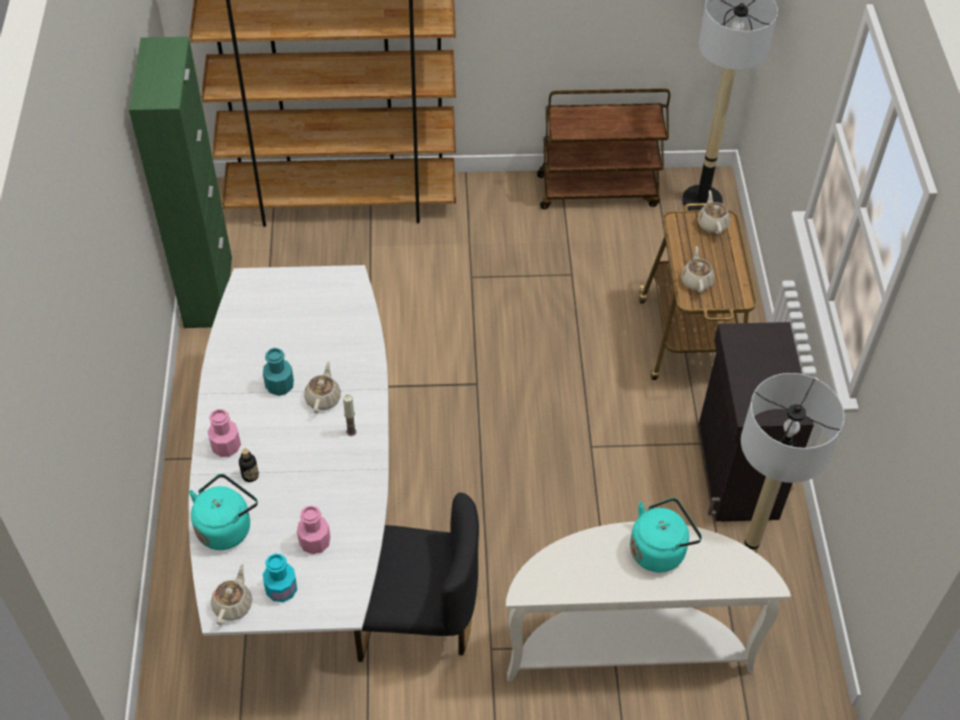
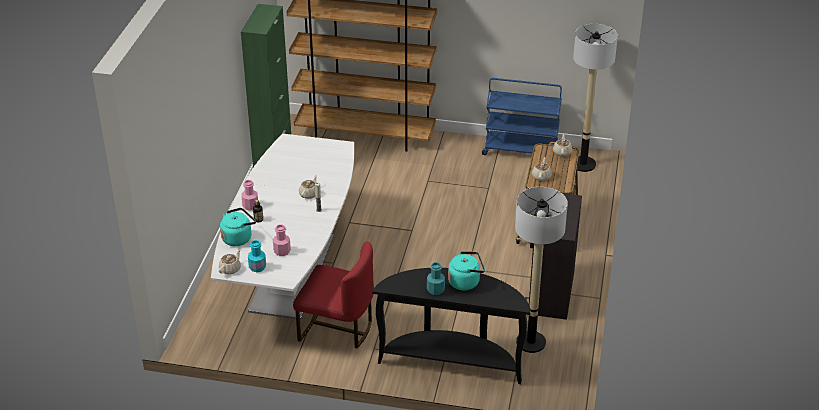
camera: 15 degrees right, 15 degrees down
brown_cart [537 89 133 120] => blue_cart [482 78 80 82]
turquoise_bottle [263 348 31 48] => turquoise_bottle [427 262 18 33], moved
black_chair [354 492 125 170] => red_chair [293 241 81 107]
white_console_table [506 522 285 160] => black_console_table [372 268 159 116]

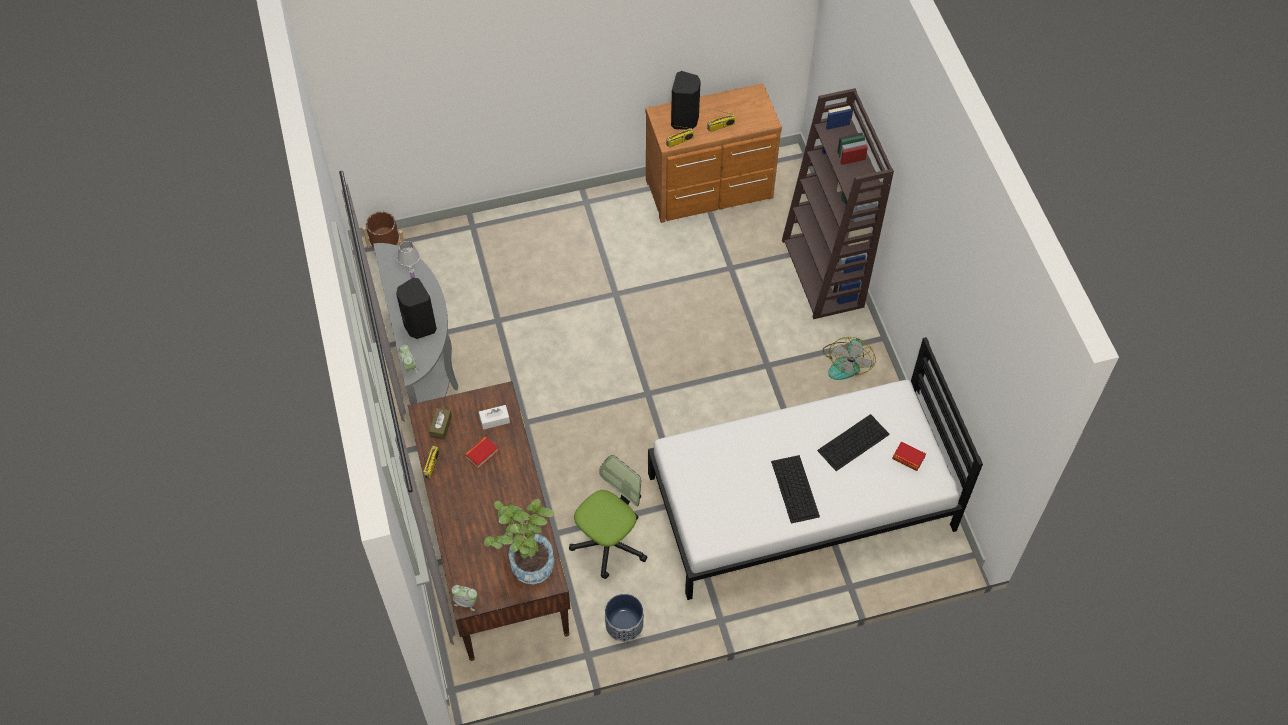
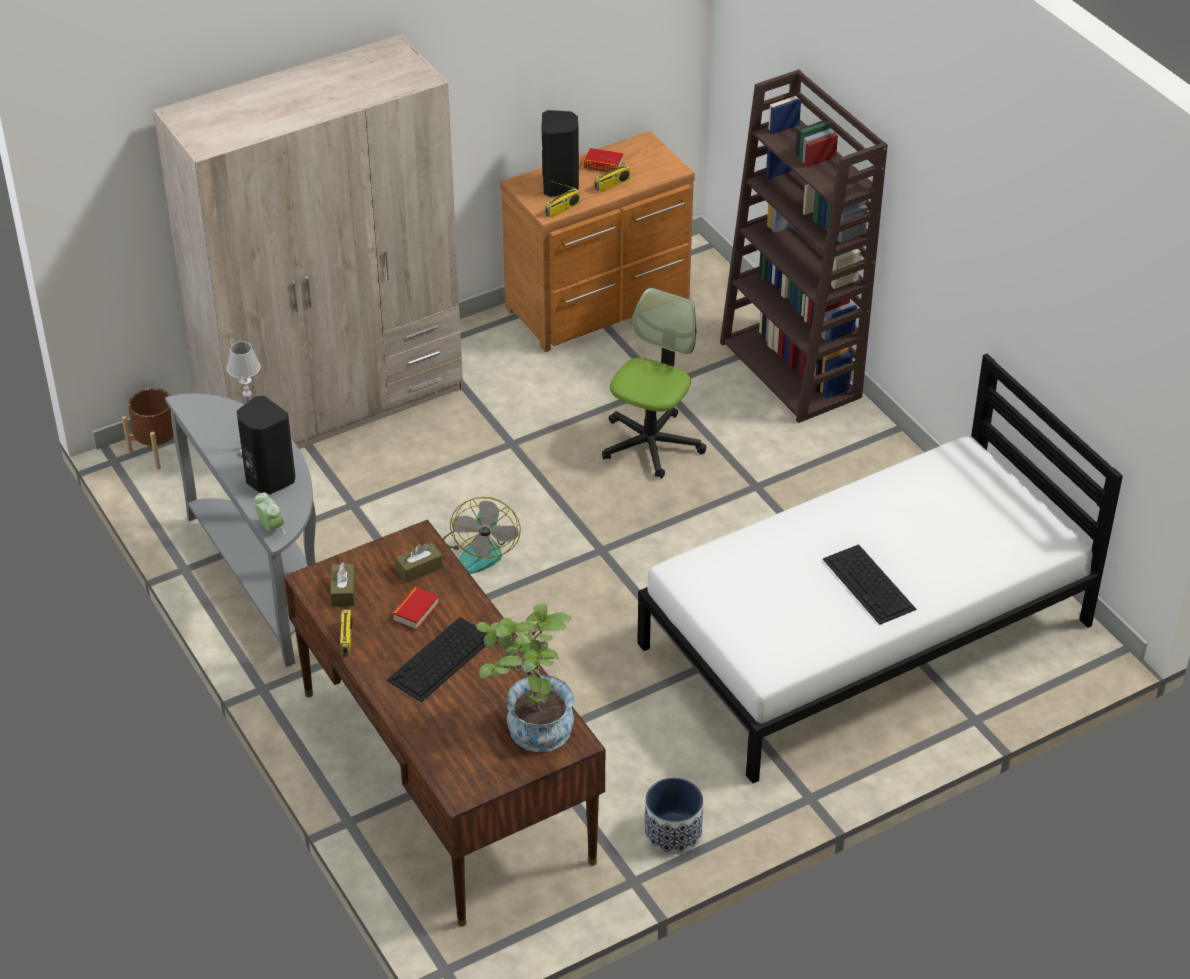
camera: 15 degrees left, 15 degrees down
fan [823 337 53 43] => fan [443 497 78 77], moved
white_tissue_box [479 405 31 25] => brown_tissue_box [395 542 48 41]
keyboard [817 414 73 57] => keyboard [387 617 100 85], moved
book [892 441 34 30] => book [584 148 39 24], moved
office_chair [569 455 78 124] => office_chair [602 287 104 191], moved
alarm_clock [451 585 26 26] => nothing
nothing => beige_wardrobe [153 34 310 415]

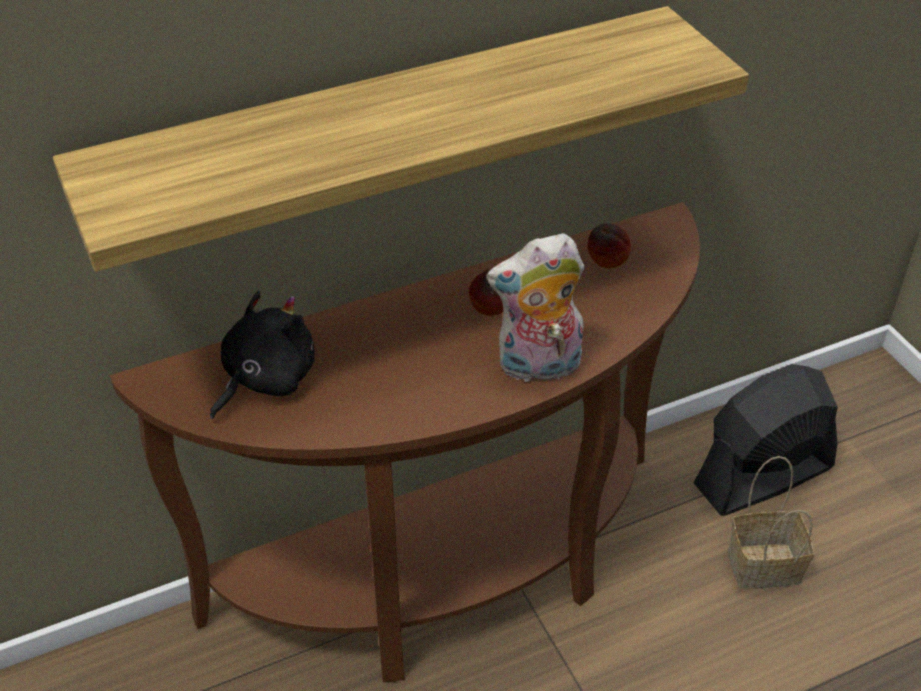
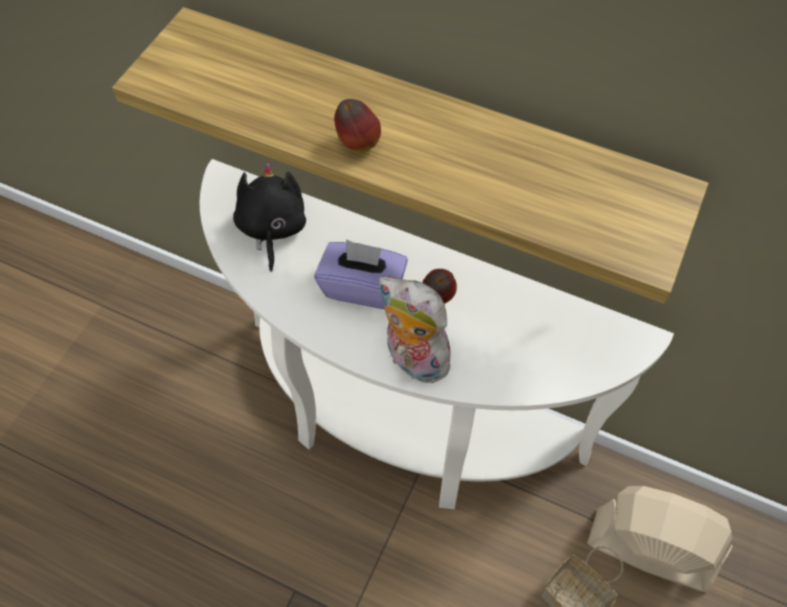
camera: 50 degrees right, 15 degrees up
brown_console_table [110 202 590 480] => white_console_table [200 159 474 350]
apple [587 223 44 46] => apple [334 99 47 53], moved
black_plush_toy [210 291 105 128] => black_plush_toy [233 163 73 109], 90 degrees counterclockwise
black_fan [694 364 144 152] => beige_fan [587 486 146 107]
nothing => purple_tissue_box [314 239 94 70]

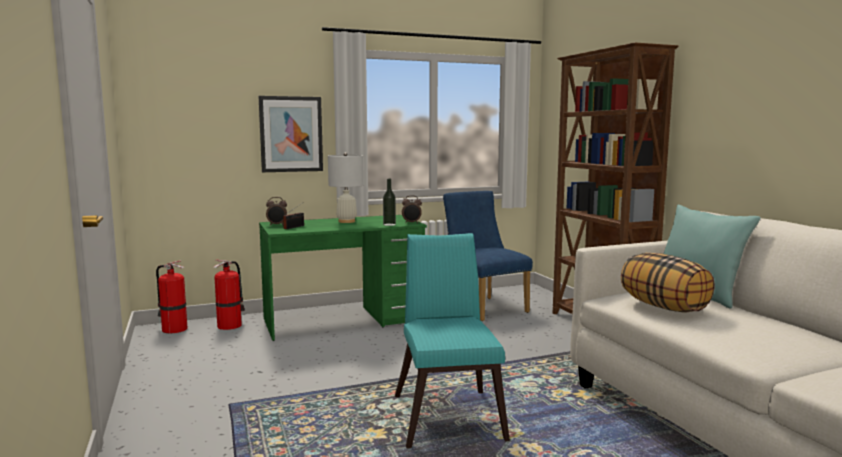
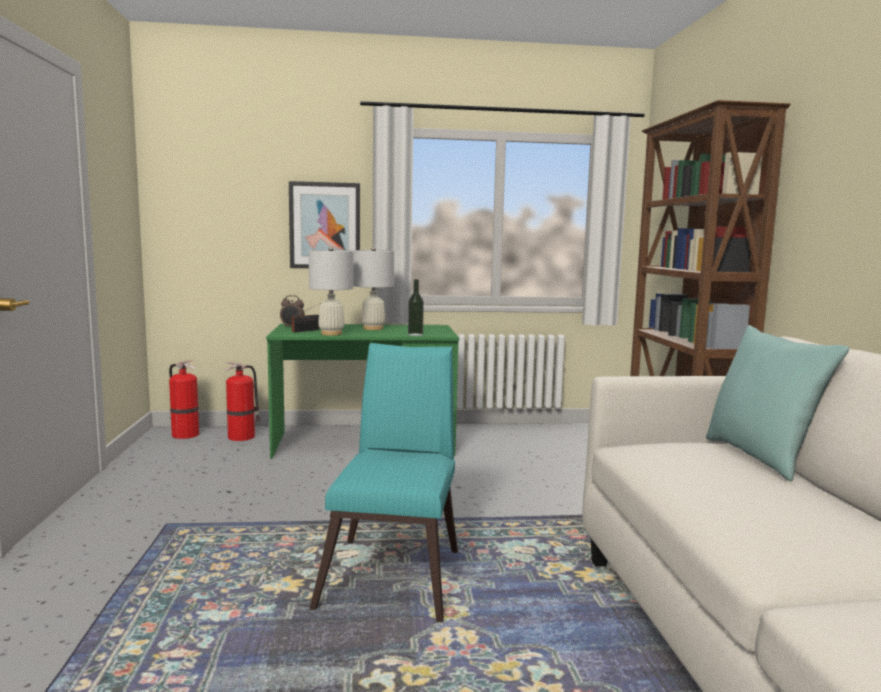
camera: 15 degrees right, 0 degrees up
blue_chair [443 191 90 130] => nothing
alarm_clock [402 195 20 29] => nothing
pillow [621 253 94 59] => nothing
nothing => white_table_lamp [309 247 44 88]

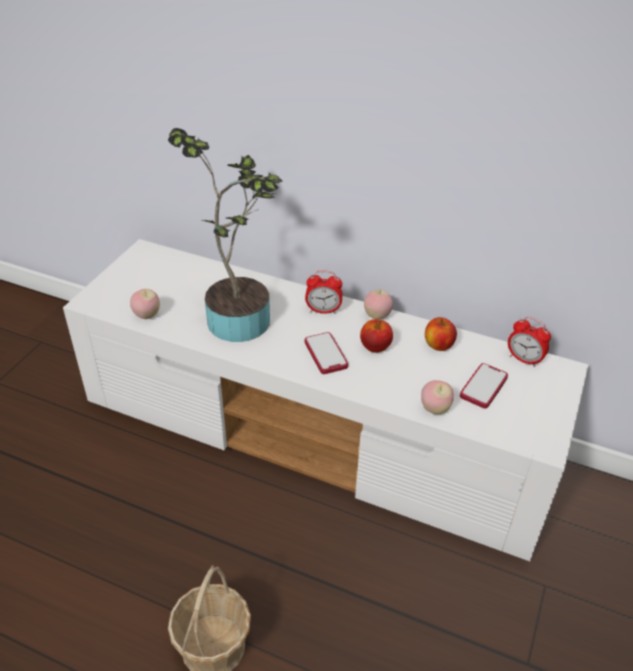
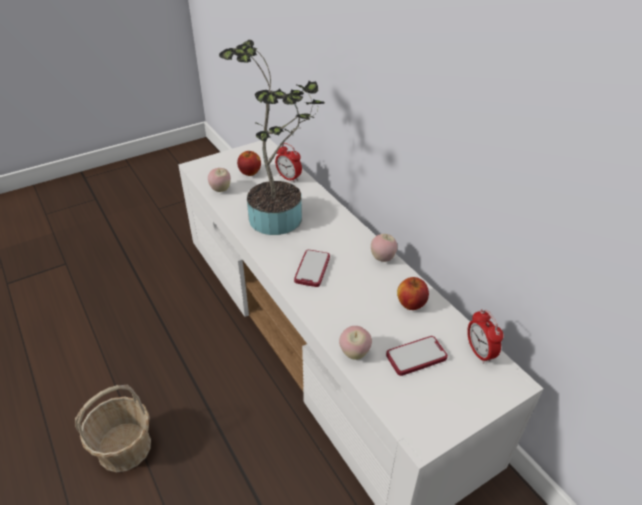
camera: 35 degrees right, 0 degrees up
alarm_clock [305 270 37 44] => alarm_clock [275 143 27 40], moved
apple [360 319 33 34] => apple [237 151 24 25], moved

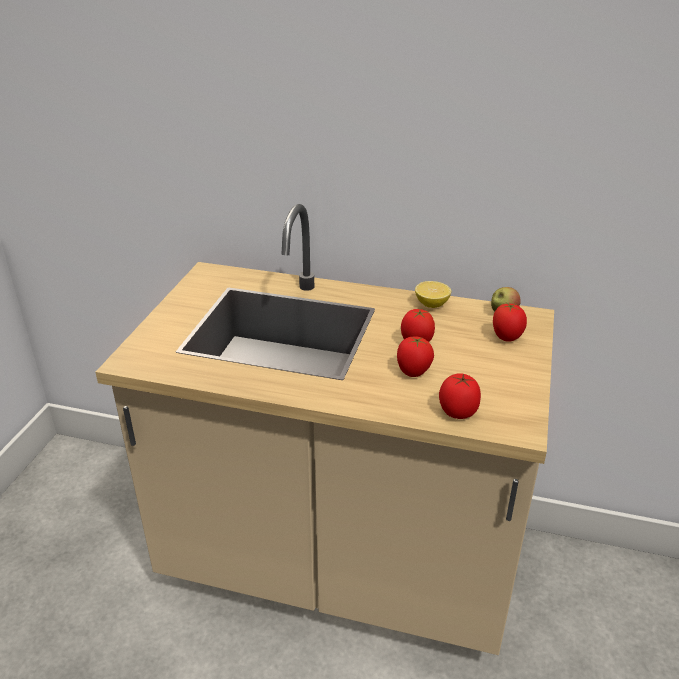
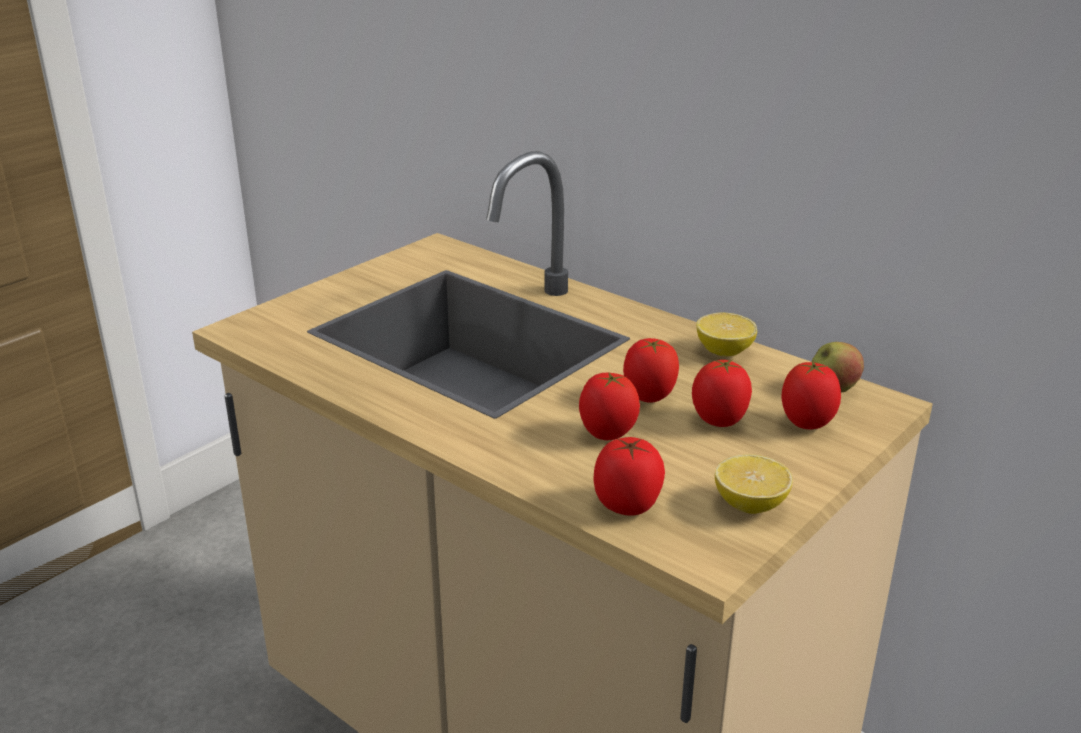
camera: 25 degrees right, 5 degrees down
nothing => tomato [692 359 60 68]
nothing => lemon [715 454 78 60]

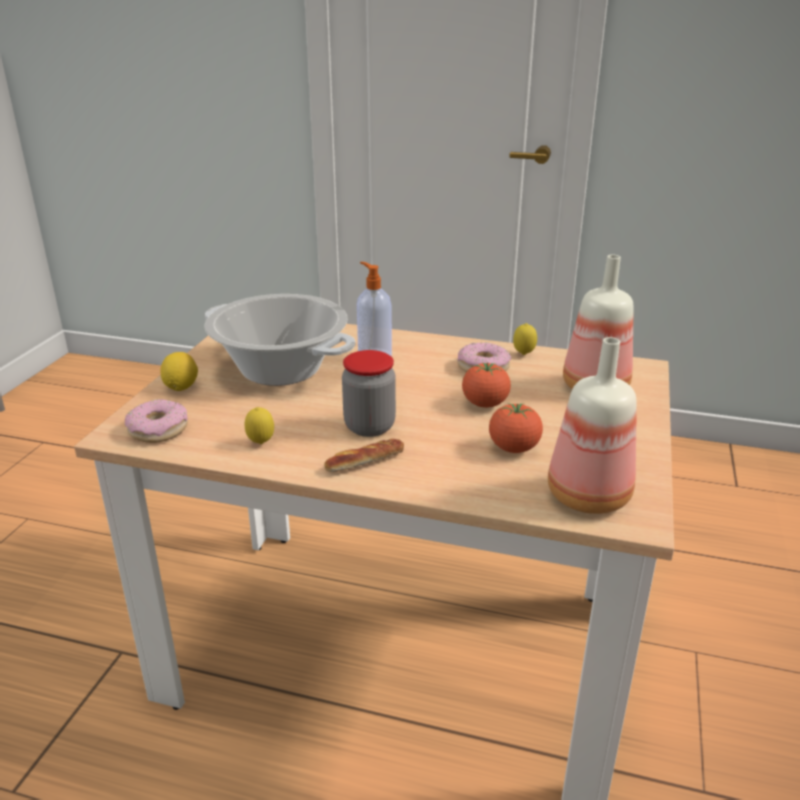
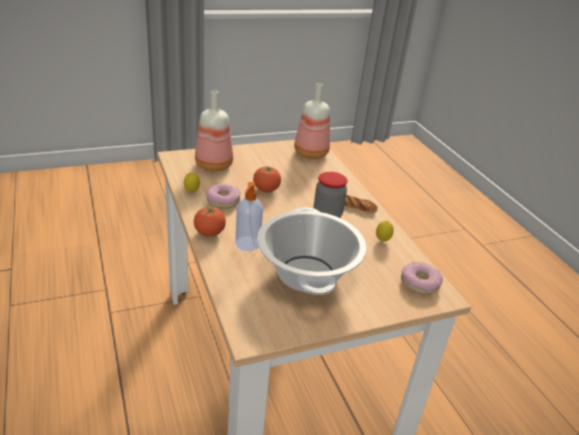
camera: 130 degrees left, 5 degrees up
lemon [160 352 38 39] => nothing
tomato [489 403 54 50] => tomato [194 207 32 30], moved

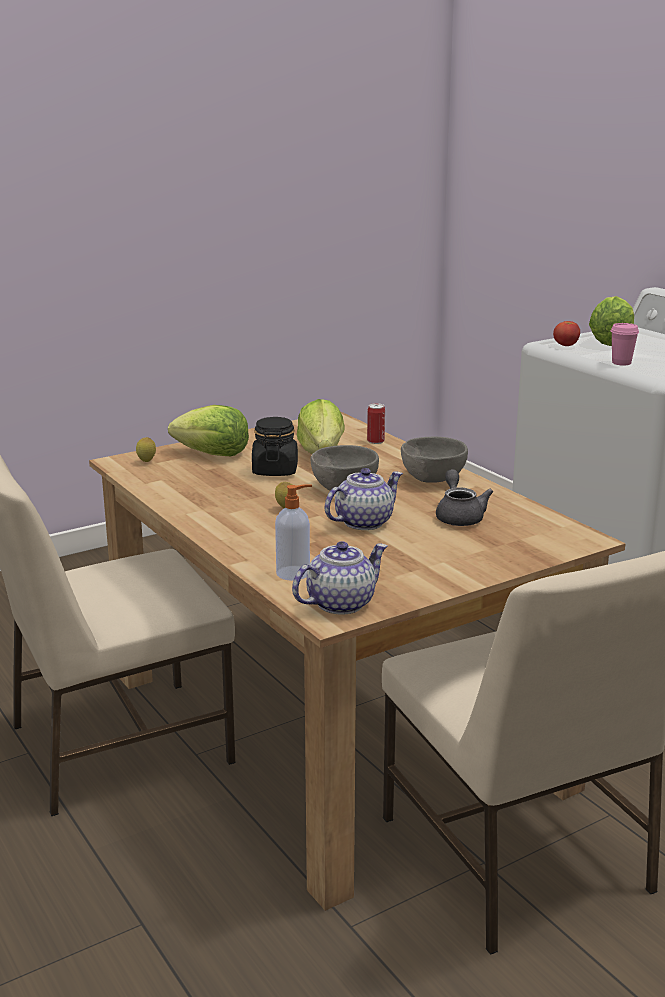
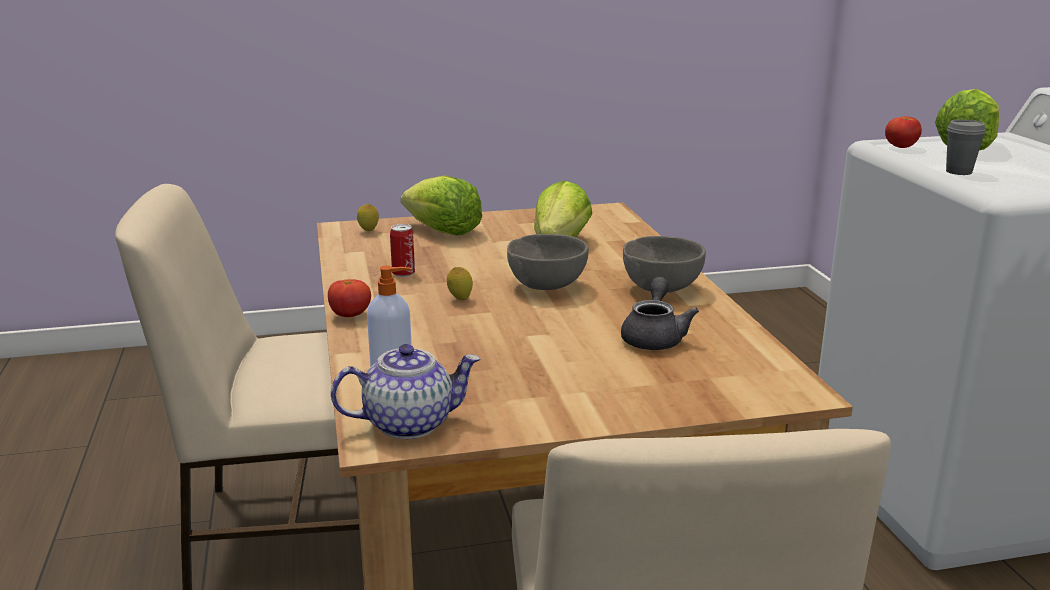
camera: 20 degrees right, 0 degrees up
pink_cup [611 323 28 43] => grey_cup [946 119 40 56]
can [367 403 18 41] => can [390 224 25 53], moved
black_jar [252 417 46 59] => nothing
teapot [325 468 78 62] => nothing
nothing => tomato [328 279 43 38]

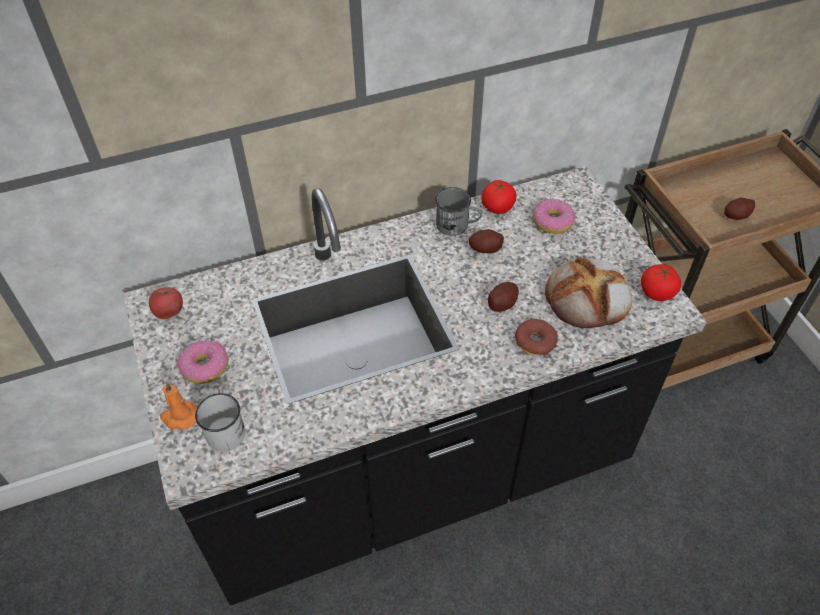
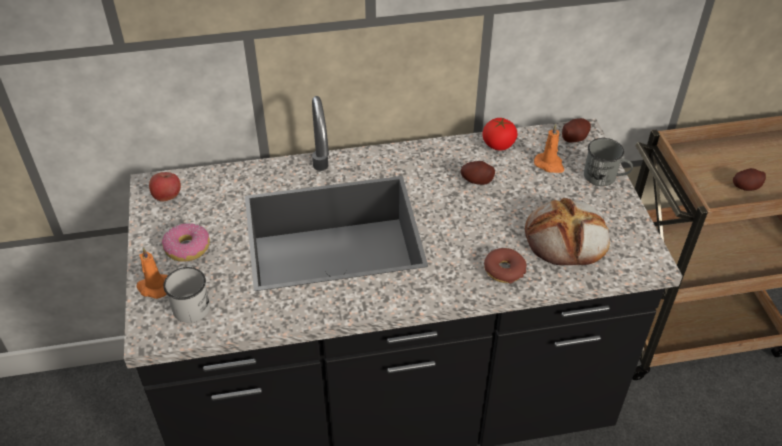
camera: 10 degrees right, 5 degrees down
grey_mug [435 187 47 49] => grey_mug [584 138 49 48], moved
donut [533 198 42 36] => orange_candle [534 124 30 49]
tomato [641 264 40 37] => nothing
potato [488 282 31 30] => potato [562 118 29 25], moved

